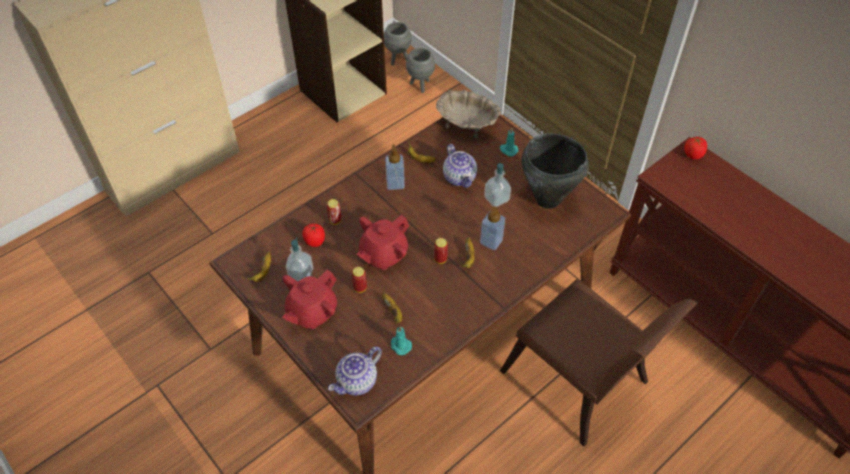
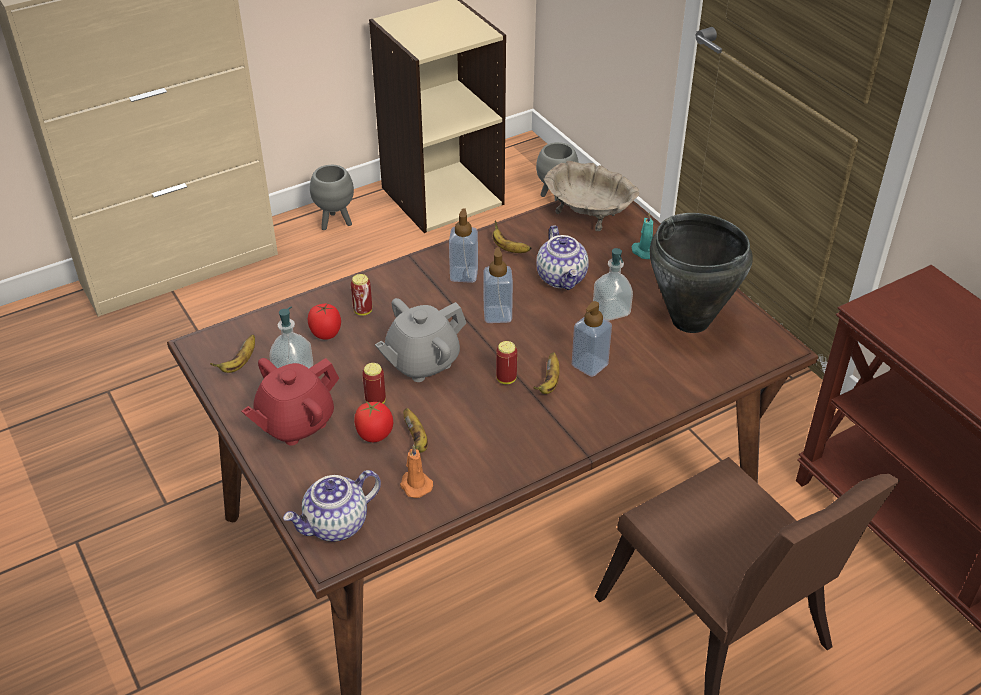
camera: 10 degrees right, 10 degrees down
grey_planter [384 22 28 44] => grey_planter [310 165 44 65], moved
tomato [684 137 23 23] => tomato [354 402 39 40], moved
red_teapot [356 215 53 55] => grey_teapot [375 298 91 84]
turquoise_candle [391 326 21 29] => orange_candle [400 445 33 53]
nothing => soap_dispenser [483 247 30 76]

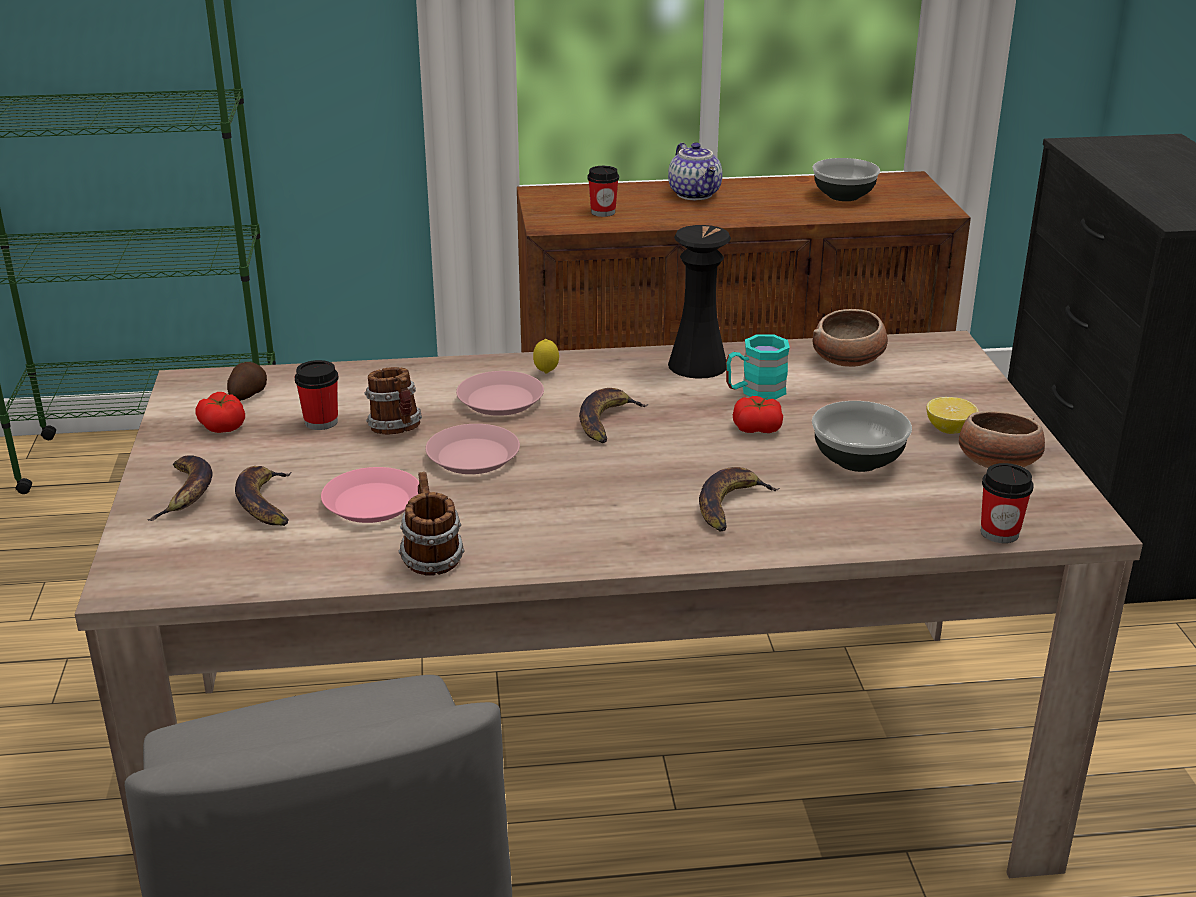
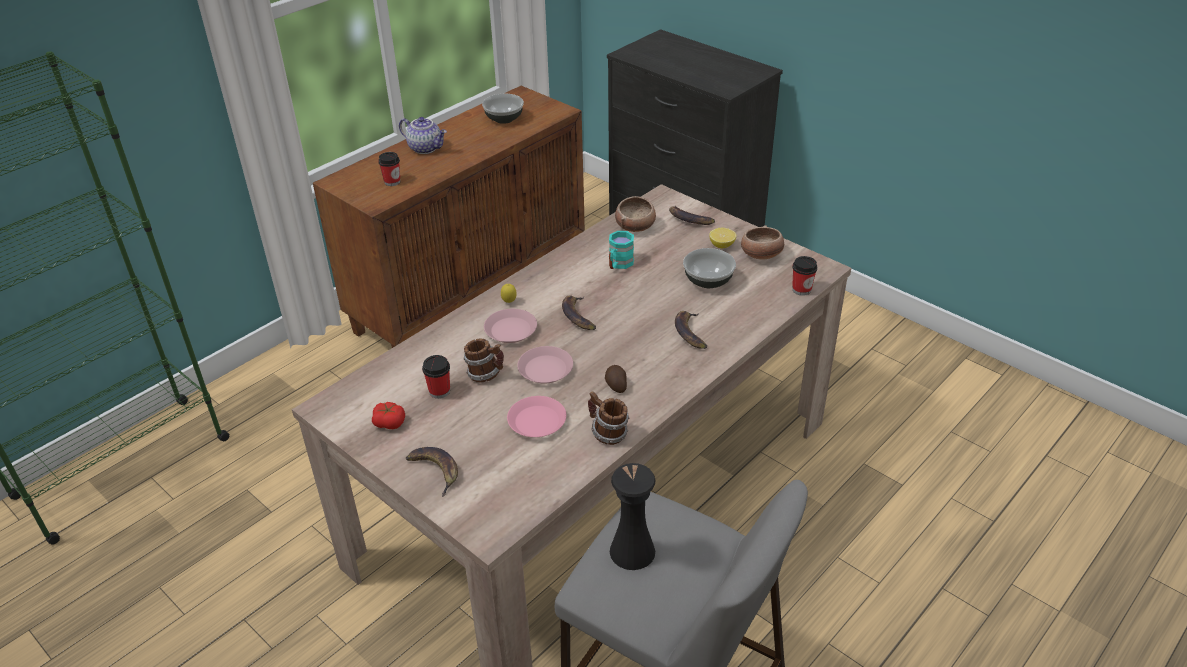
camera: 40 degrees left, 10 degrees up
black_vase [668 225 63 154] => black_vase [610 463 46 107], moved
potato [227 362 40 39] => potato [605 365 22 28], moved
tomato [733 396 50 37] => nothing
banana [235 466 56 60] => banana [669 206 46 19], moved

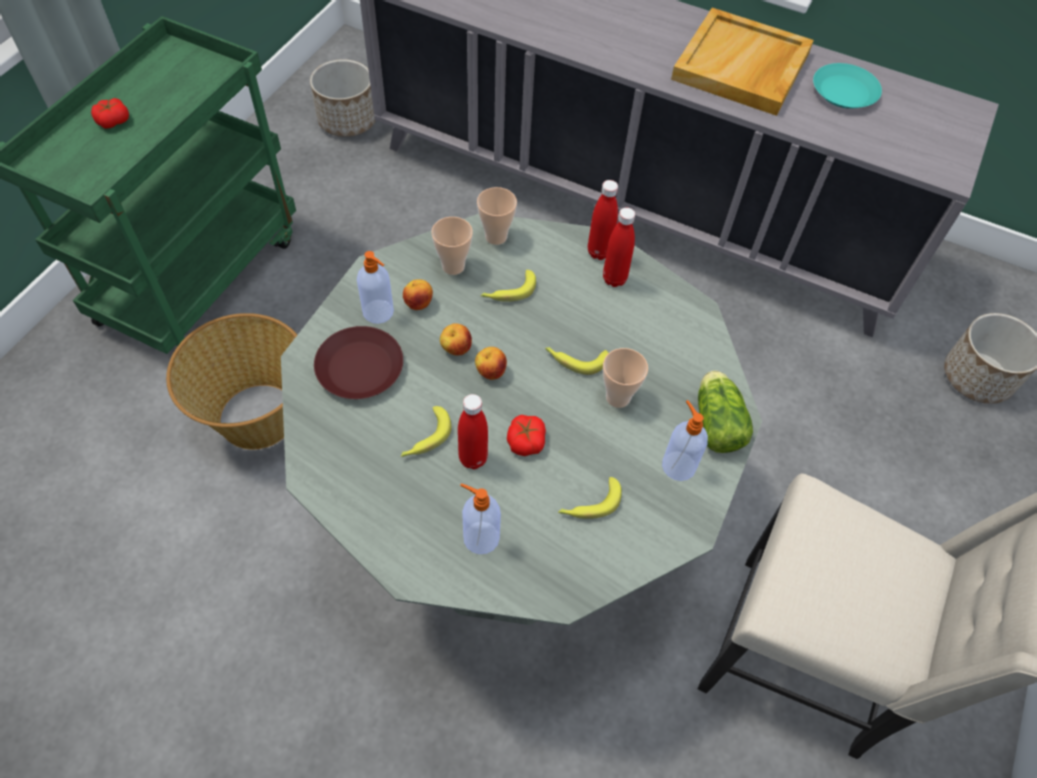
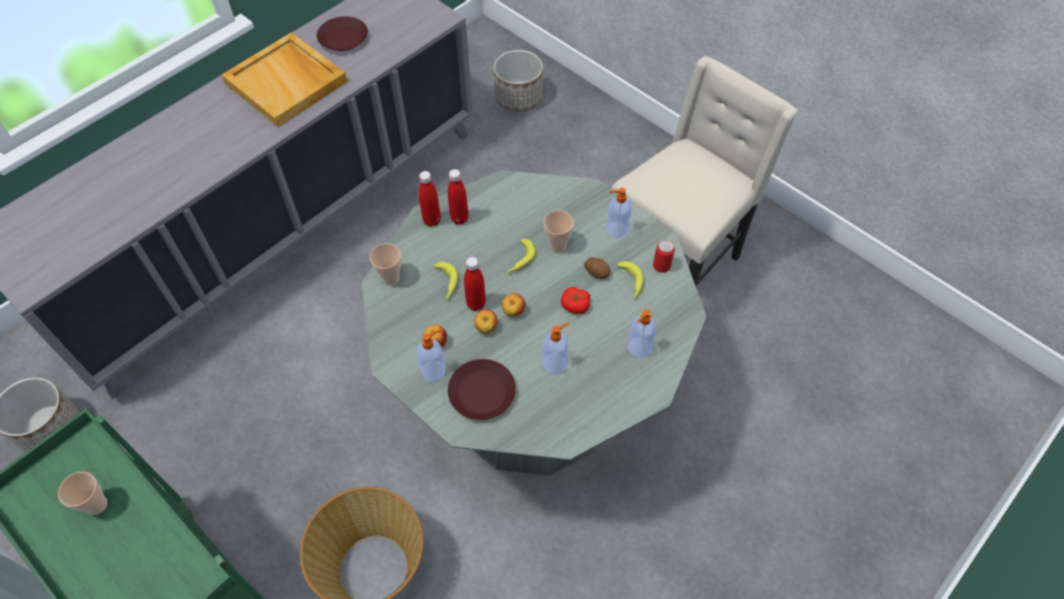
camera: 70 degrees left, 0 degrees up
turquoise_plate [813 63 69 46] => brown_plate [317 16 51 35]
tomato [91 98 38 31] => nothing
cup [431 217 42 58] => cup [58 472 50 43], moved
lettuce [698 370 55 83] => nothing
red_bottle [458 394 30 75] => red_bottle [464 257 22 54], moved
banana [401 406 51 51] => soap_dispenser [542 322 28 52]
nothing => can [653 239 22 34]
nothing => potato [584 257 26 22]

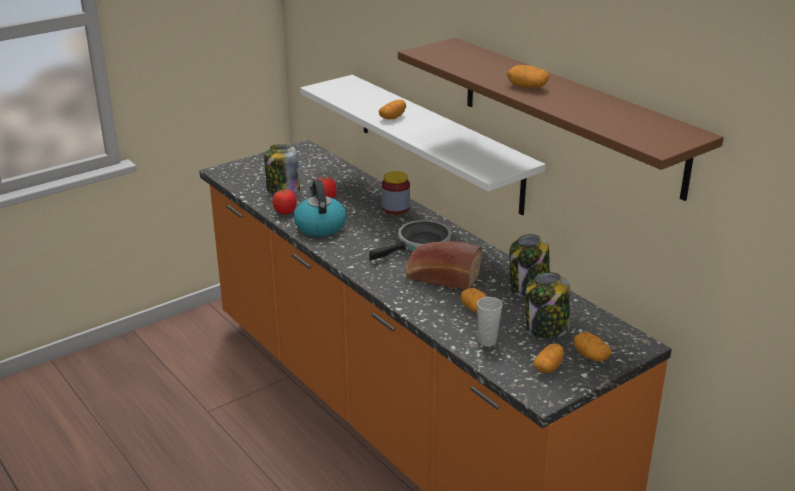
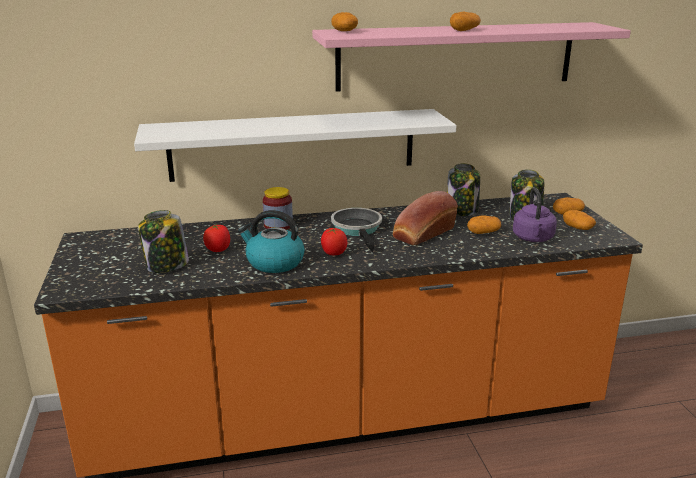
camera: 65 degrees left, 5 degrees down
brown_shelf [398 38 326 163] => pink_shelf [312 22 319 70]
potato [378 100 28 19] => potato [331 12 27 19], moved
tomato [272 188 25 26] => tomato [321 228 26 27], moved
cup [477 297 26 50] => purple_kettle [513 187 44 55]

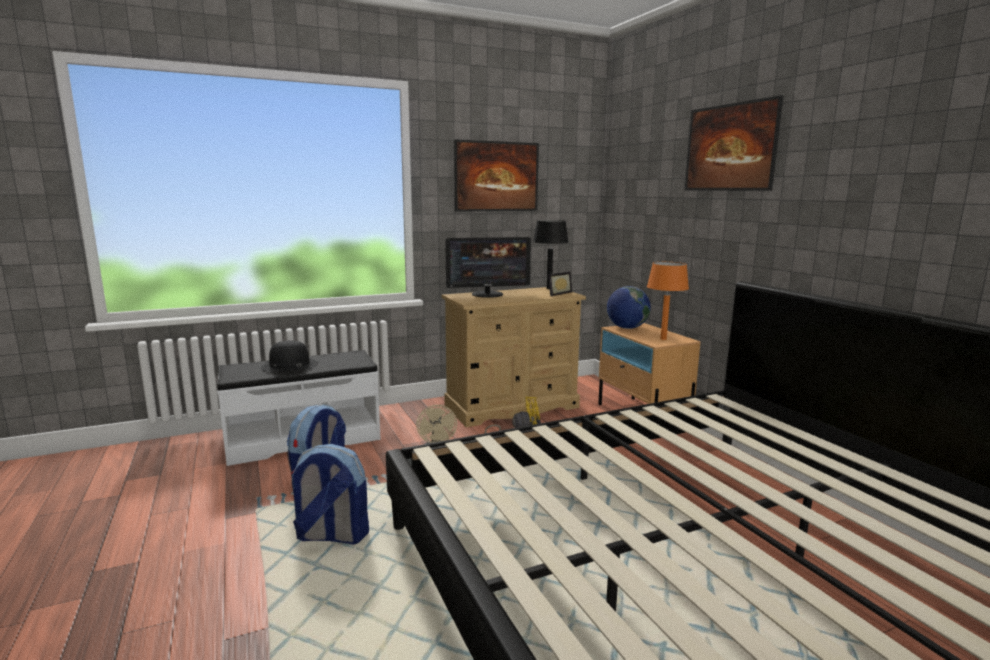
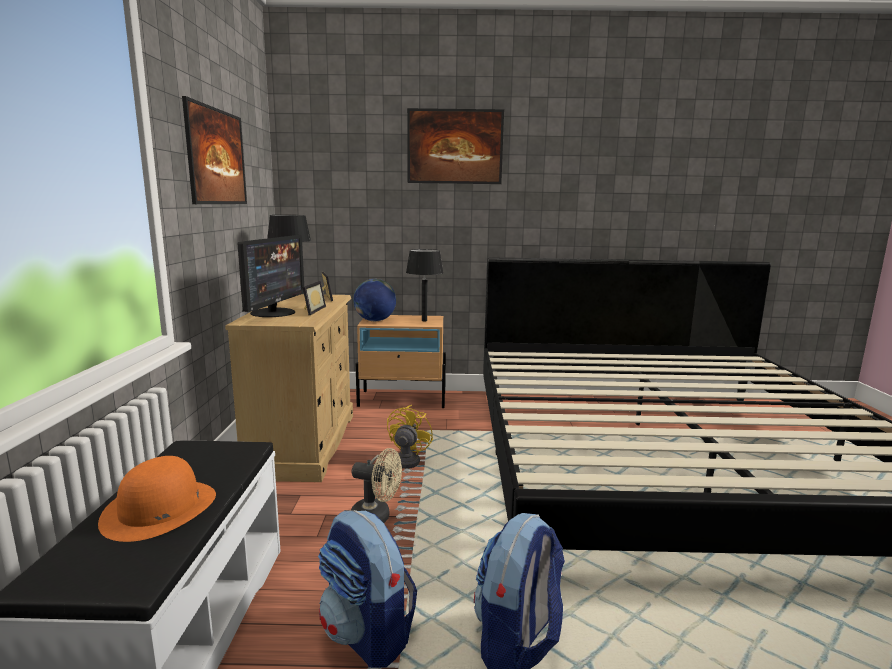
camera: 65 degrees left, 0 degrees up
orange_table_lamp [647 262 42 78] => black_table_lamp [406 249 37 72]
black_hat [261 341 57 30] => orange_hat [98 456 118 86]
nothing => picture_frame [303 281 23 34]

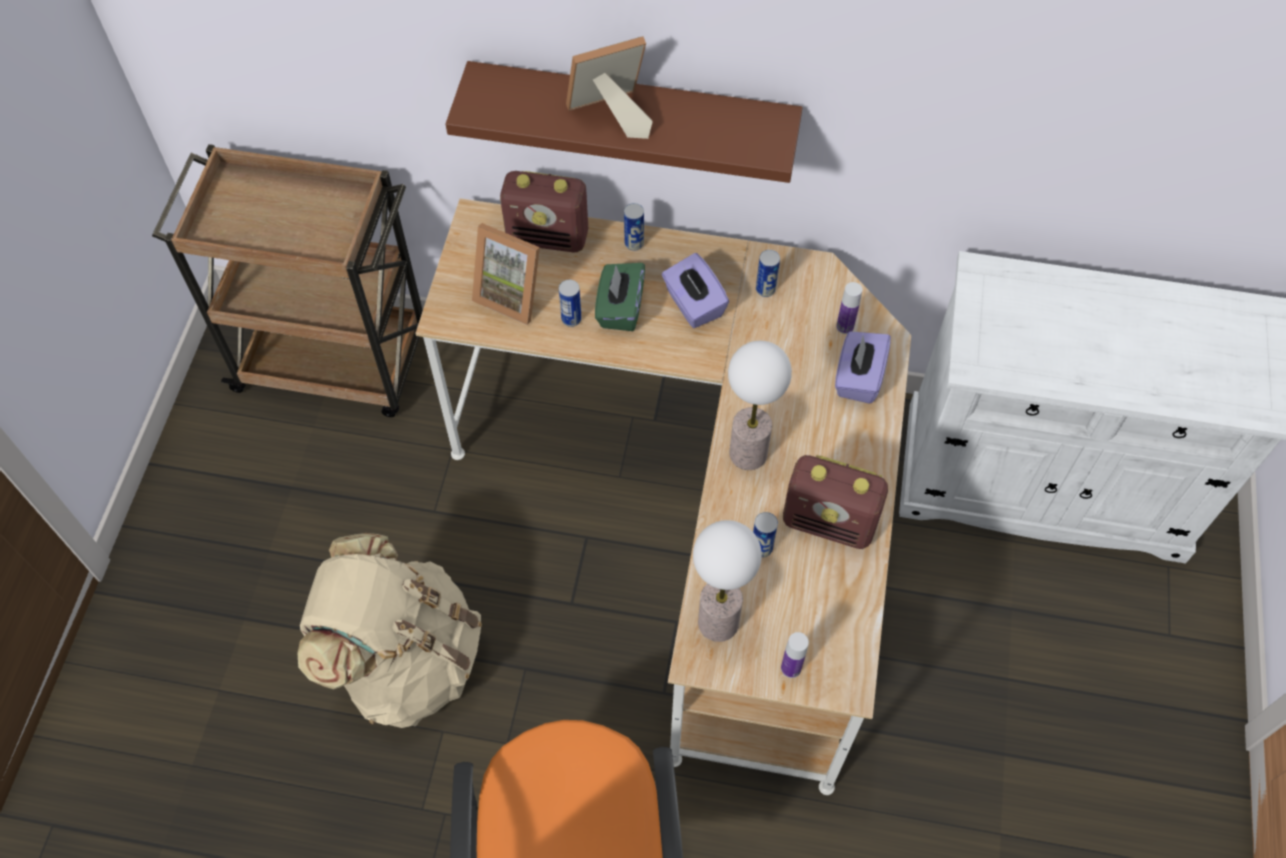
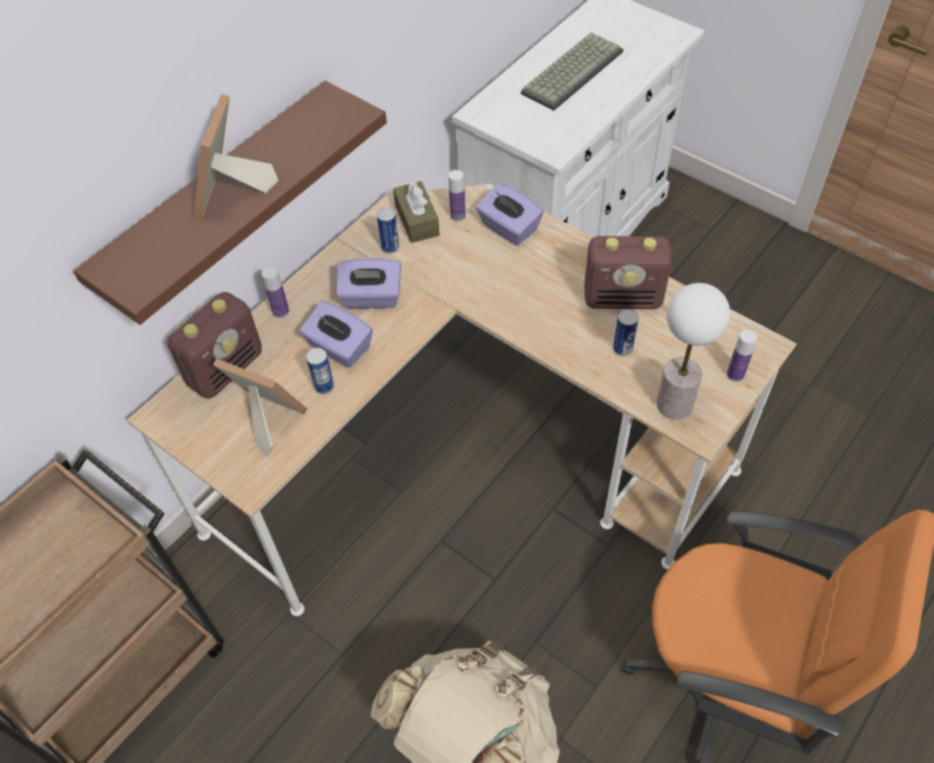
camera: 60 degrees left, 5 degrees down
can [624 203 20 48] => bottle [262 267 27 51]
picture_frame [472 223 68 102] => picture_frame [213 358 94 99], 120 degrees counterclockwise
green_tissue_box [595 263 50 68] => purple_tissue_box [300 301 73 67]
table_lamp [728 341 64 129] => nothing
radio [783 455 105 94] => radio [584 236 88 73], 45 degrees clockwise
nothing => keyboard [521 32 102 79]
nothing => brown_tissue_box [393 181 47 62]

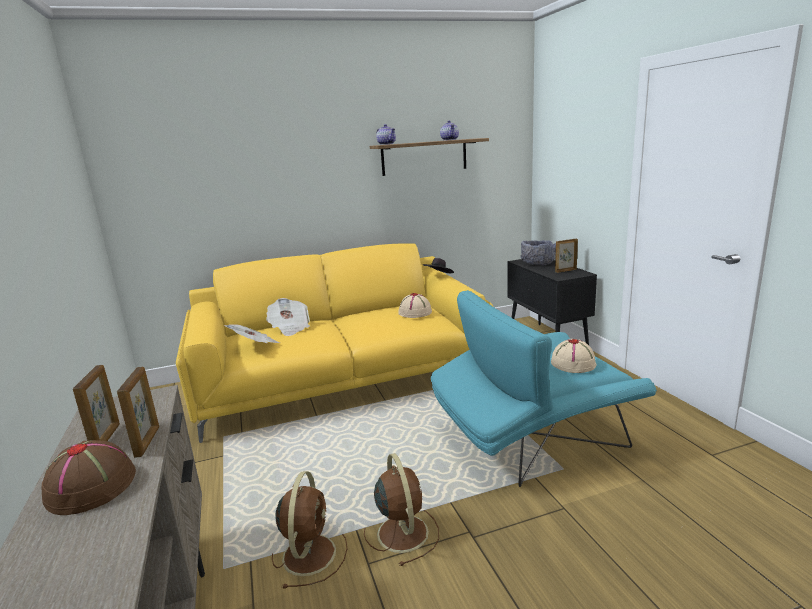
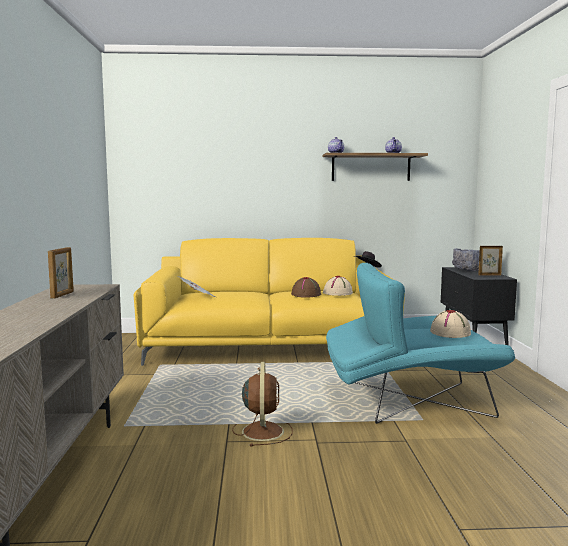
camera: 15 degrees right, 10 degrees down
newspaper [266 298 44 38] => nothing
picture_frame [117 367 42 91] => nothing
brown_hat [42 440 94 75] => brown_hat [291 277 30 21], moved
brown_fan [272 471 75 118] => nothing

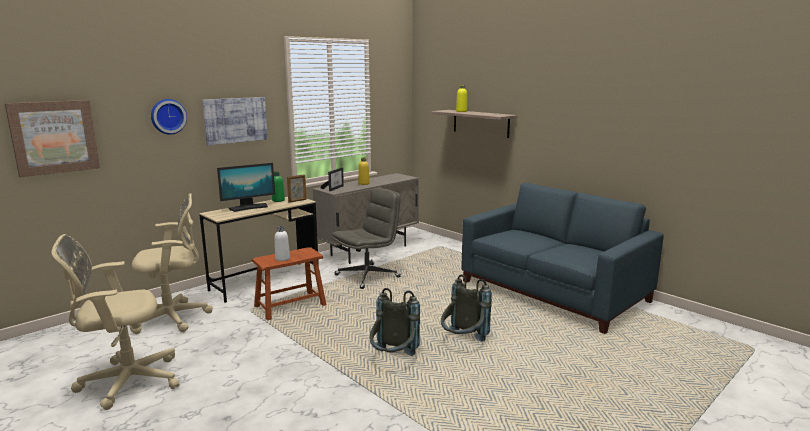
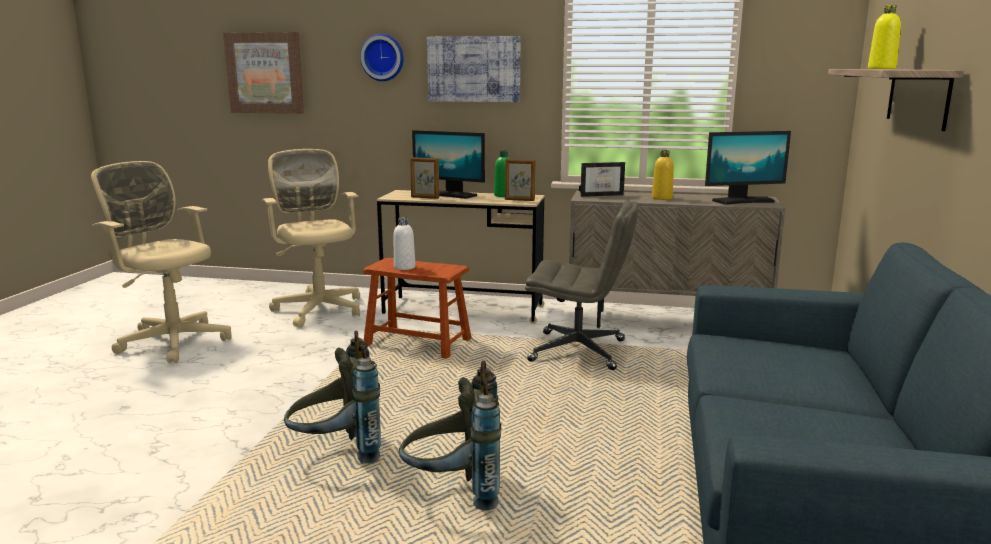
camera: 55 degrees right, 0 degrees up
beige_office_chair [129 193 84 141] => beige_office_chair [262 149 98 179], 150 degrees counterclockwise
nothing => monitor [705 131 86 74]
nothing => picture_frame [410 157 29 42]

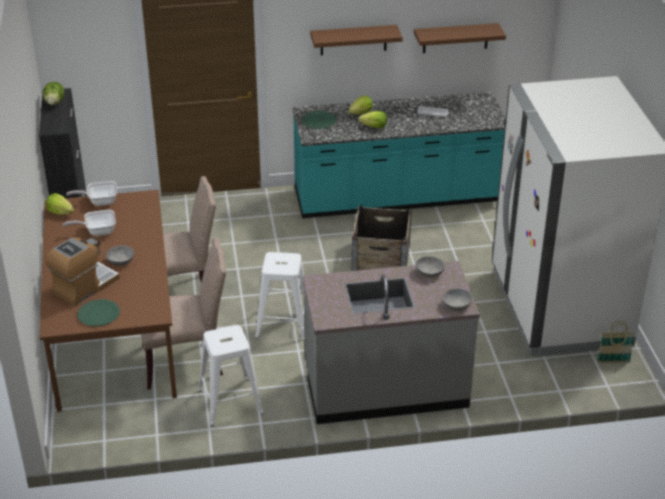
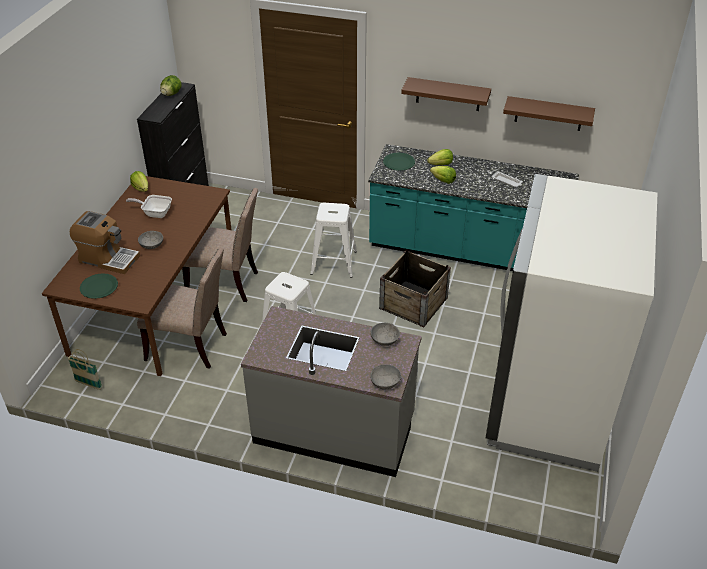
camera: 25 degrees right, 5 degrees up
frying_pan [66 181 51 25] => nothing
coffee_machine [45 237 75 70] => coffee_machine [70 211 70 63], 45 degrees clockwise
basket [597 321 38 42] => basket [68 349 35 41], moved
white_stool [198 325 66 101] => white_stool [310 203 47 75], moved

